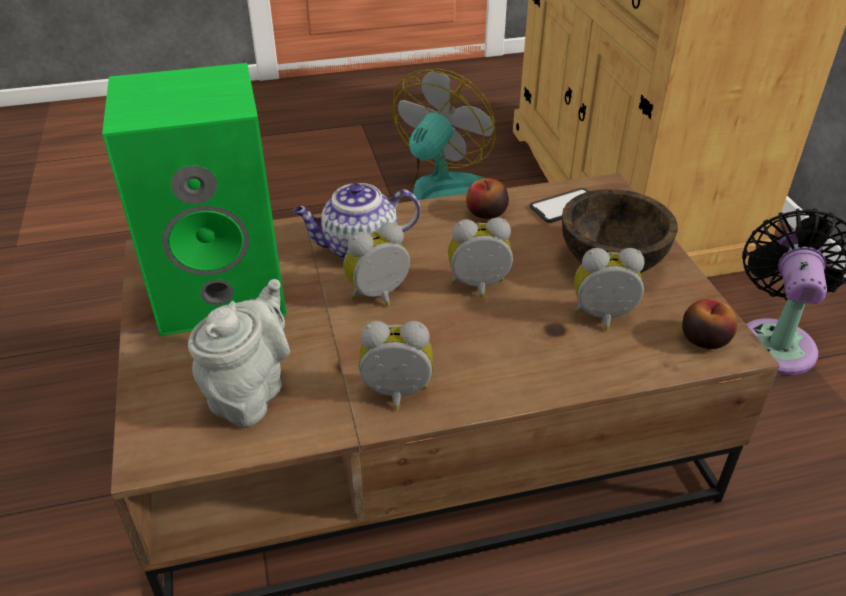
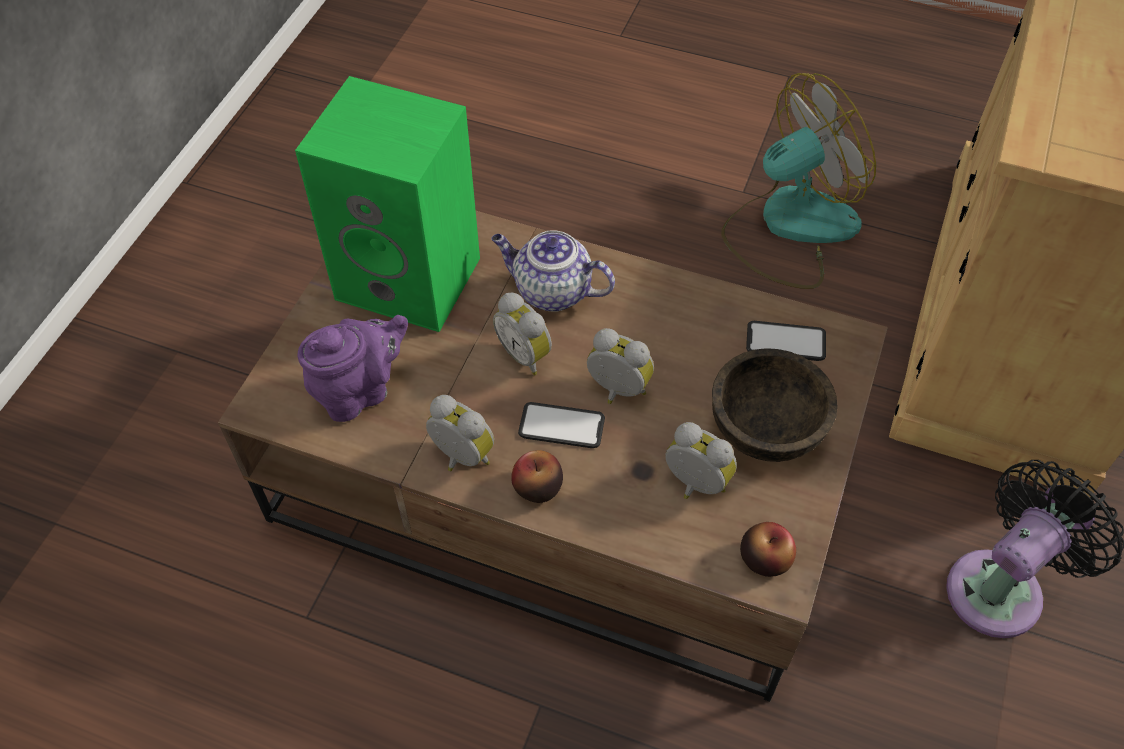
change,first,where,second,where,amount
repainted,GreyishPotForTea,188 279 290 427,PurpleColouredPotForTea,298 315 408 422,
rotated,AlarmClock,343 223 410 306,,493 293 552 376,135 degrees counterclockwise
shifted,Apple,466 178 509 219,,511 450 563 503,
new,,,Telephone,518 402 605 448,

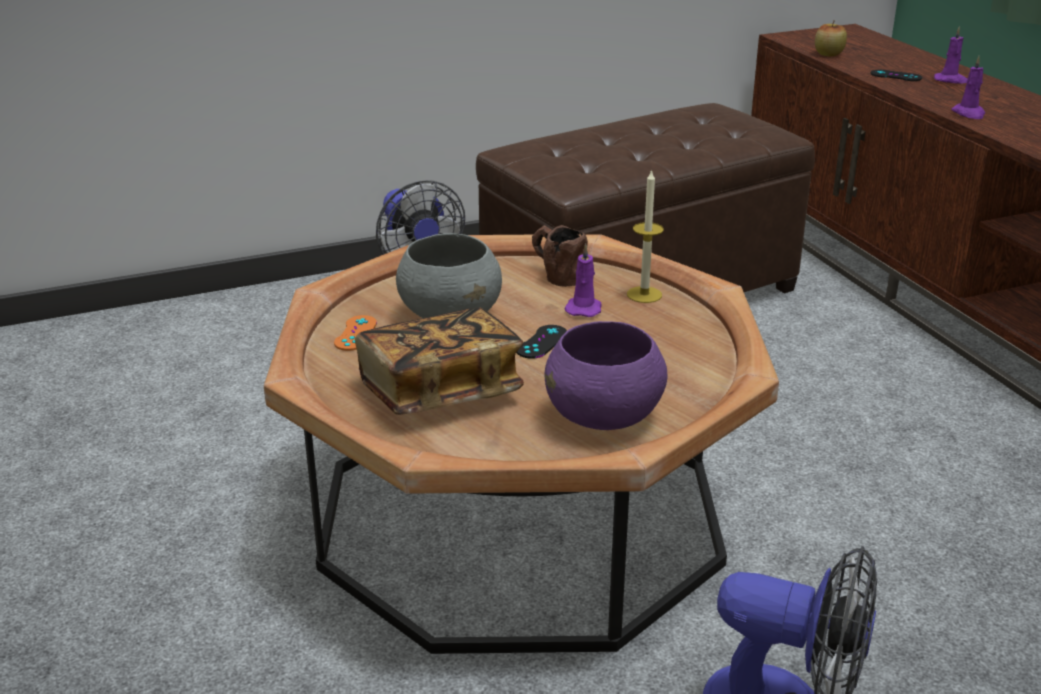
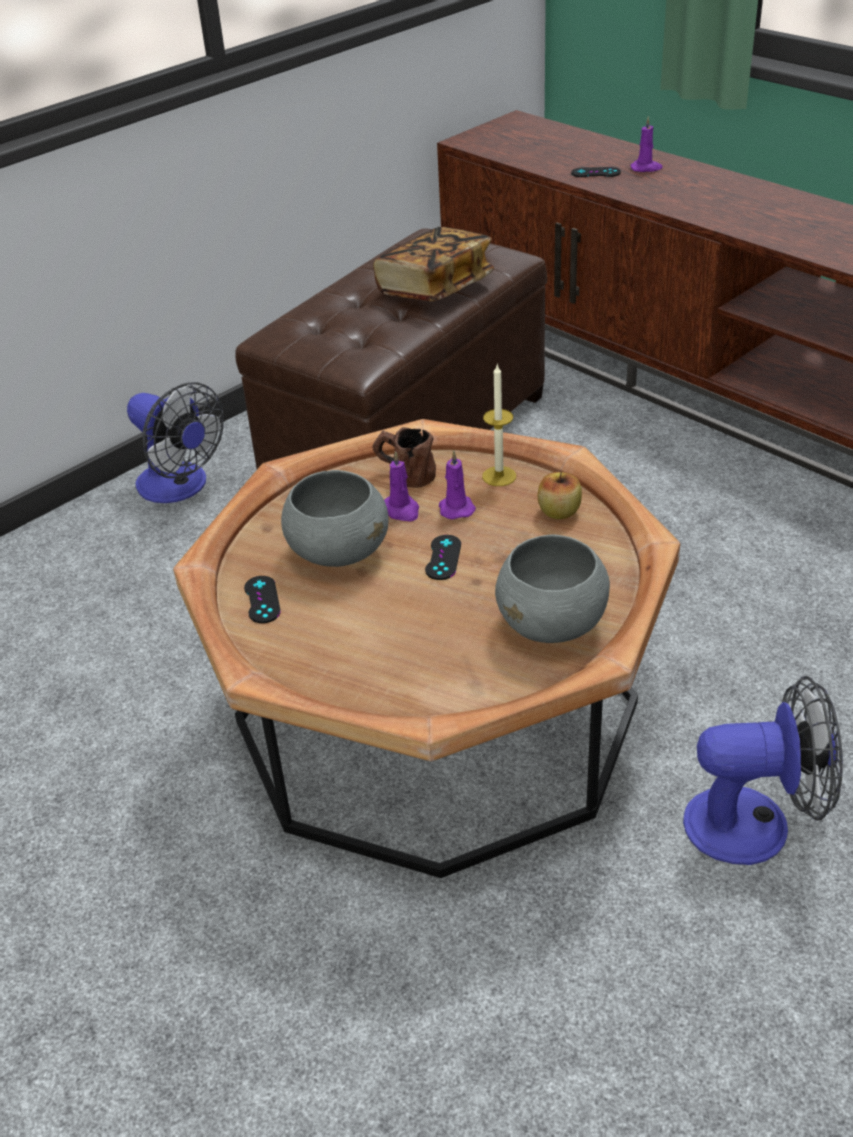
change,first,where,second,where,amount
repainted,OrangeGameController,334 315 377 351,BlackColouredGameController,244 576 281 623,
shifted,Volume,355 307 524 415,,373 227 494 302,
repainted,PurpleColouredDeepDish,545 321 667 430,GreyishDeepDish,495 534 610 643,
shifted,Apple,815 20 847 56,,538 472 582 519,
shifted,PurpleColouredCandle,951 56 985 119,,384 451 419 521,

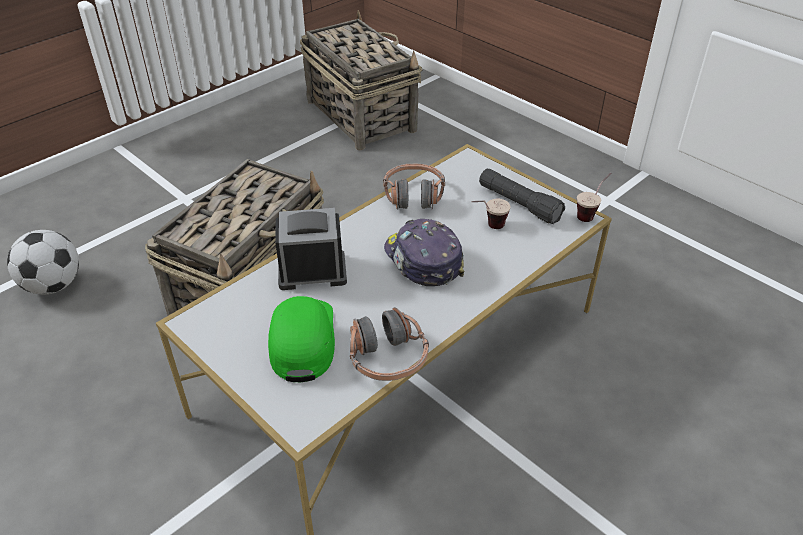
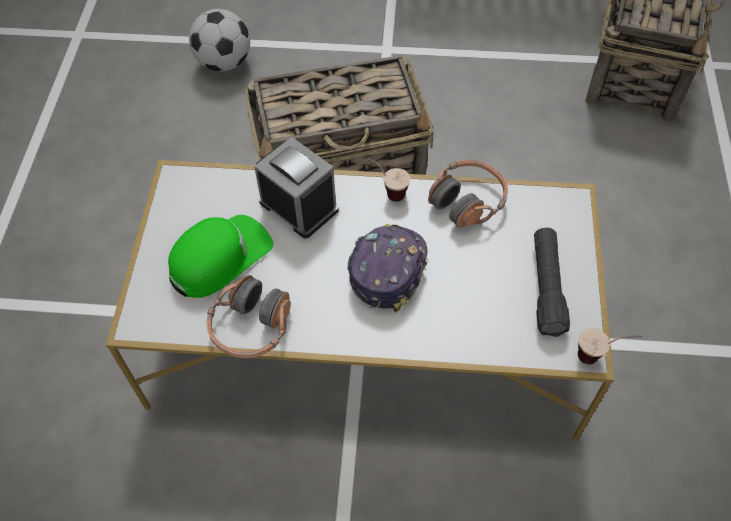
change,first,where,second,where,amount
shifted,Cup,471 199 511 229,,363 156 410 202,

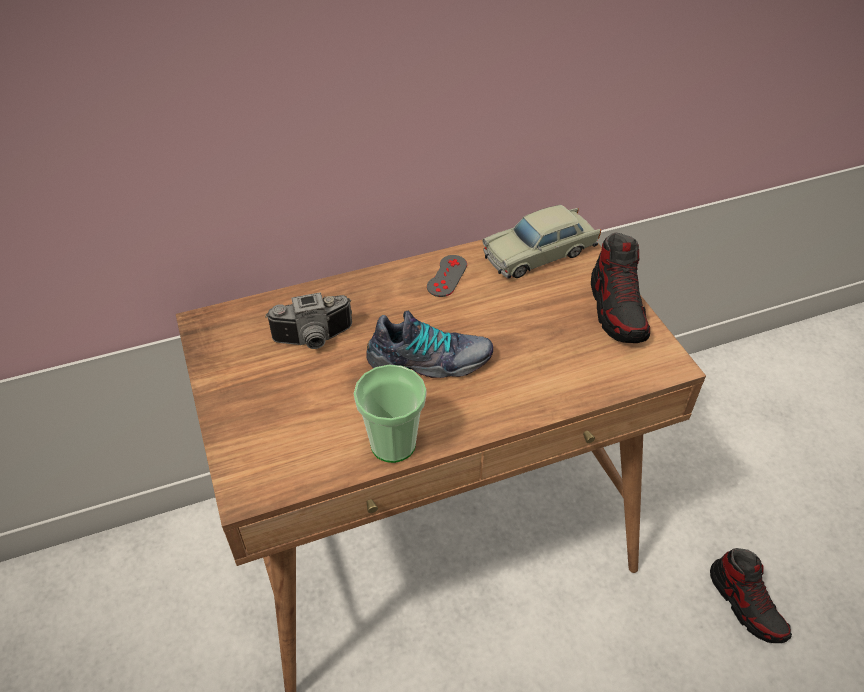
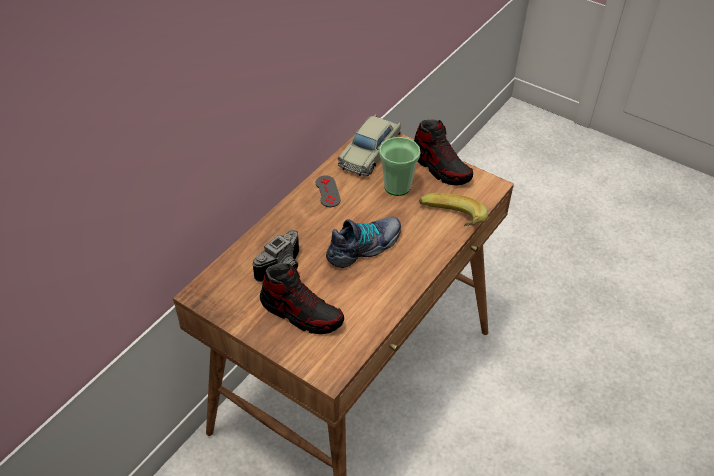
change,first,where,second,where,amount
shifted,Cup,354 365 427 463,,379 137 420 196,
shifted,ItemOfFootwear,710 548 792 643,,260 263 344 334,
new,,,Banana,419 193 488 226,

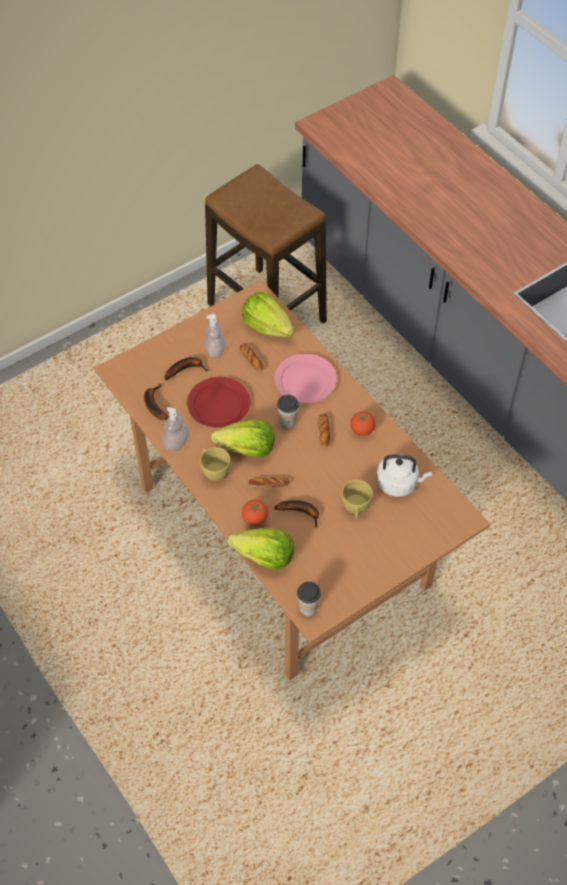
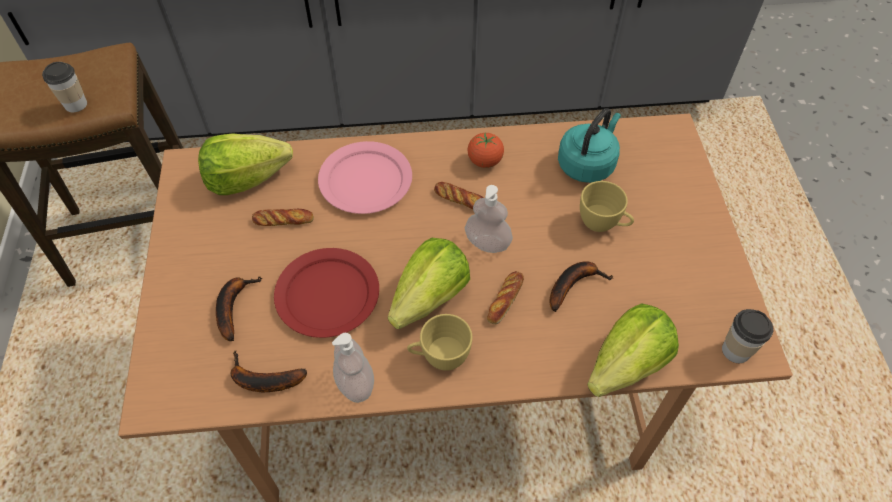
change,first,where,second,where,amount
shifted,SoapBottle,204 314 225 358,,465 185 513 253,
gone,FreshTomato,242 500 268 525,,,
shifted,Cup,277 395 299 428,,42 62 87 112,
repainted,WhiteWaterKettle,376 454 432 497,TurquoiseWaterKettle,558 108 621 183,

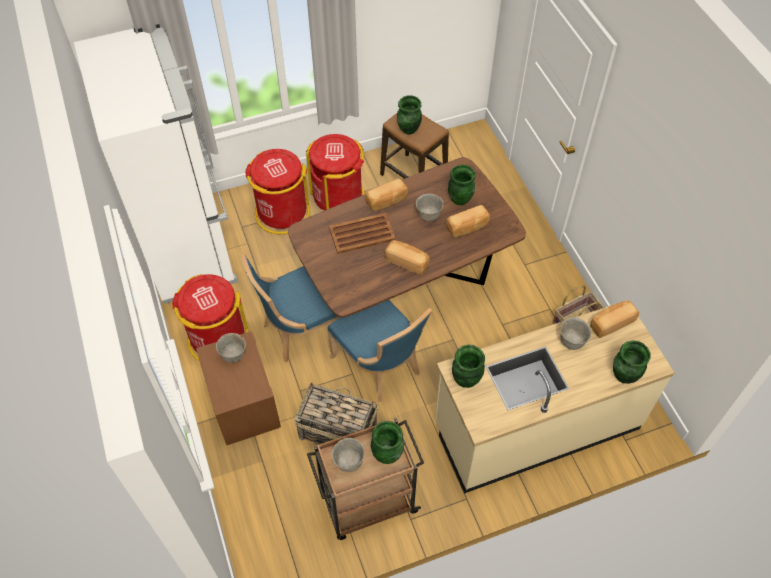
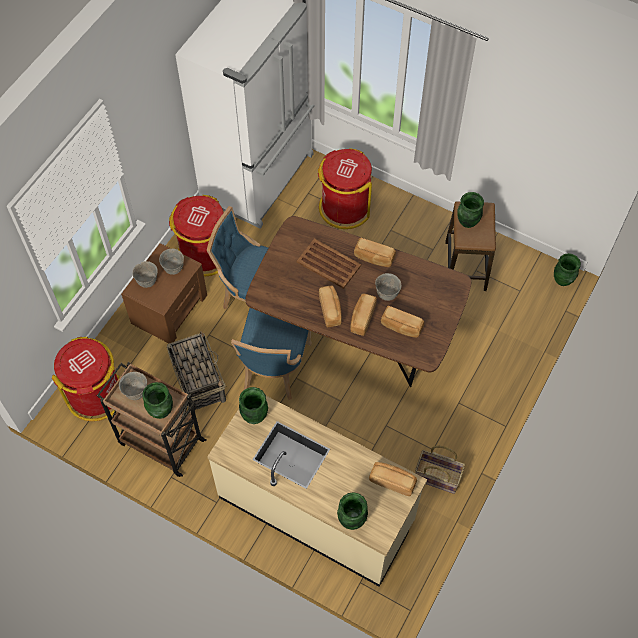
change,first,where,second,where,amount
shifted,RedColouredTrashCan,306 134 365 211,,52 337 120 421,
shifted,GreenDecorativeVase,448 165 476 205,,554 253 581 286,
shifted,GreyishDeepDish,560 317 591 350,,132 261 158 288,
new,,,Bread,350 294 377 336,

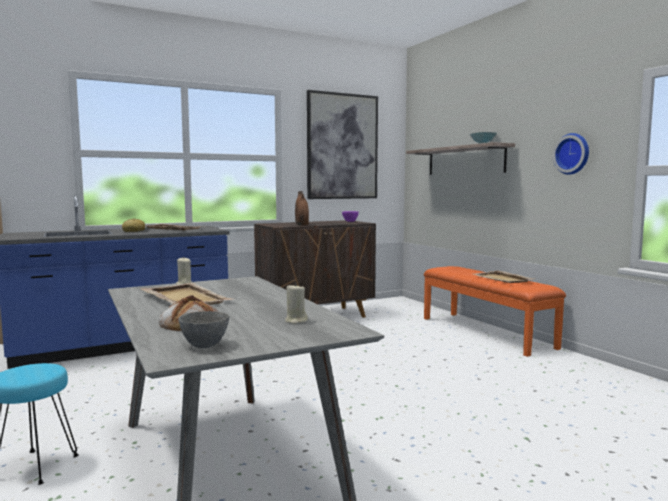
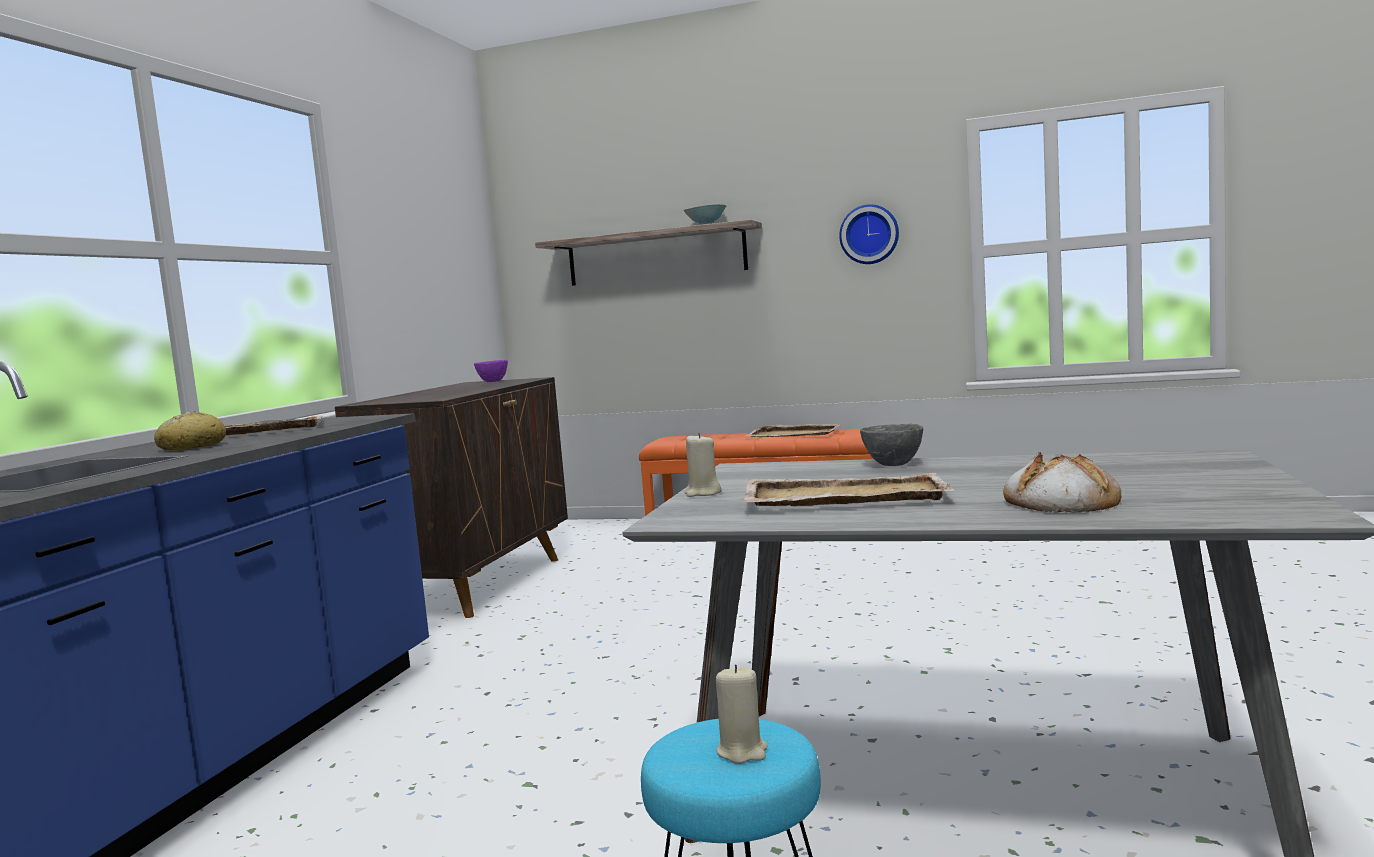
change,first,where,second,where,amount
shifted,GreyishDeepDish,178 311 229 348,,860 424 923 466,
shifted,SandColouredCandle,285 283 308 324,,716 664 768 764,
gone,BrownDecorativeVase,295 191 309 225,,,
gone,WallPicture,307 90 378 199,,,

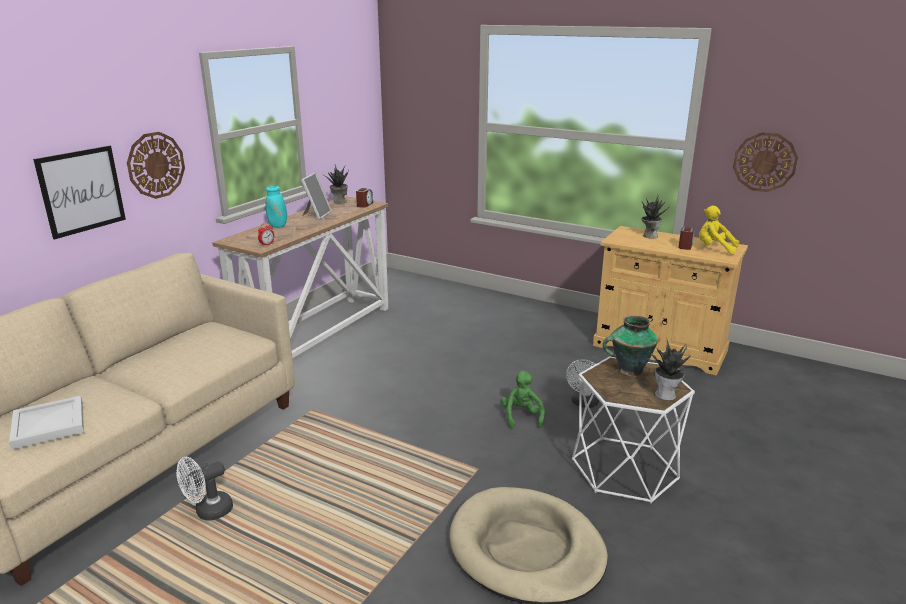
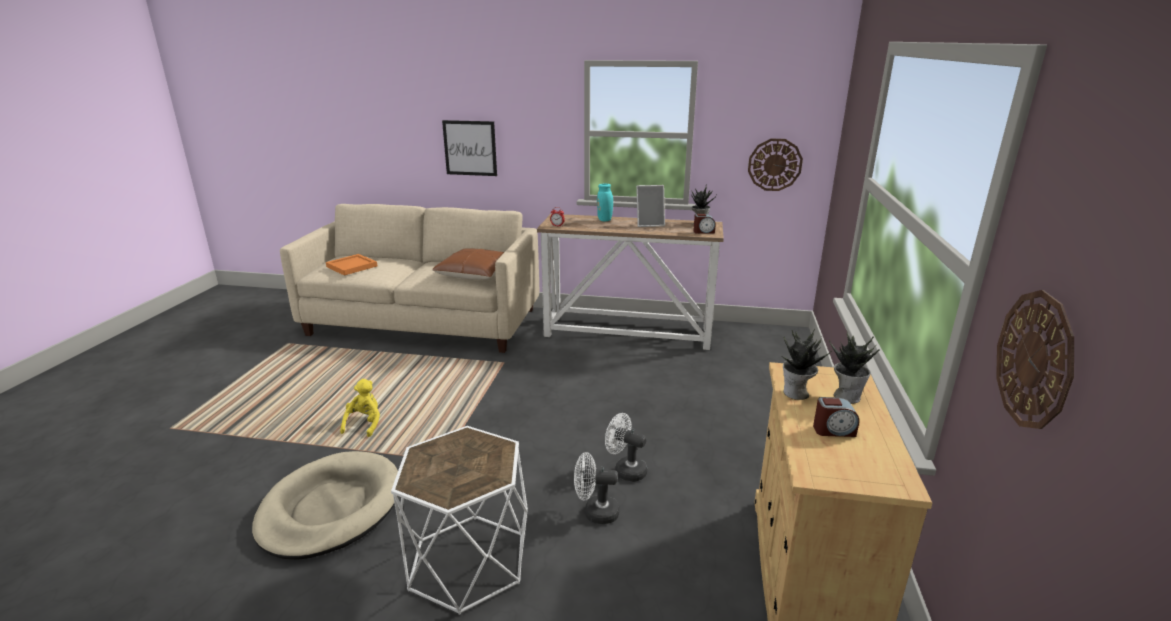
change,first,where,second,where,amount
repainted,WhiteCarryingTray,9 396 84 450,OrangeCarryingTray,326 254 377 275,
shifted,ClockOnTheWall,127 132 185 199,,748 139 803 191,
shifted,WhiteCoolingFan,176 457 233 521,,605 413 647 482,
gone,GreenPlushToy,500 371 545 428,,,
gone,DecorativeVase,603 315 658 376,,,
shifted,PlantInAPot,649 337 691 400,,783 328 832 400,
shifted,YellowPlushToy,699 206 739 254,,340 379 380 437,
new,,,BrownCushion,432 248 504 280,

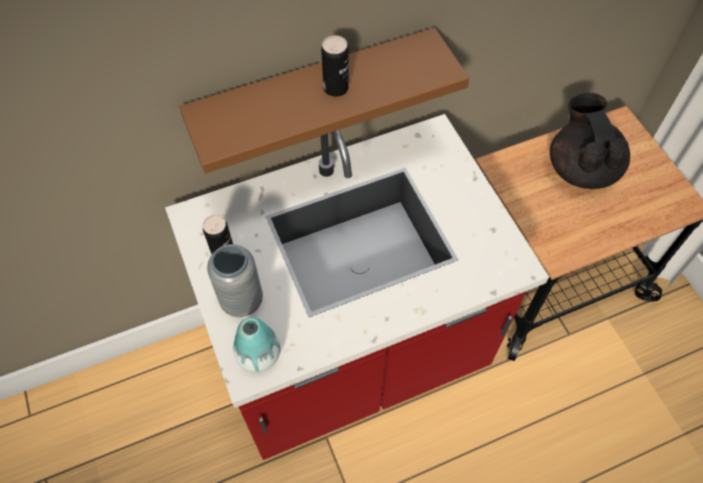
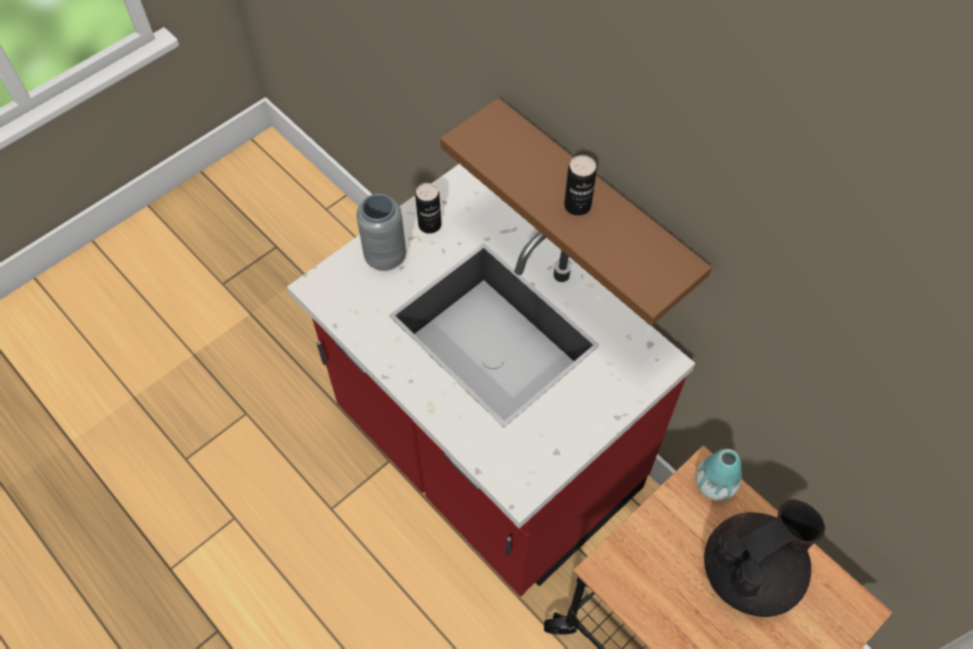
change,first,where,second,where,amount
shifted,DecorativeVase,233 317 280 372,,696 449 742 500,

